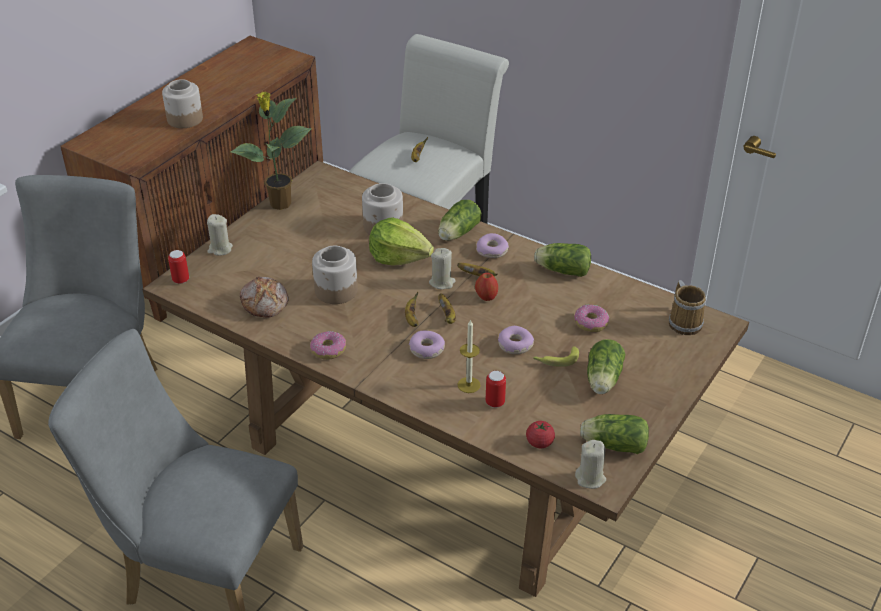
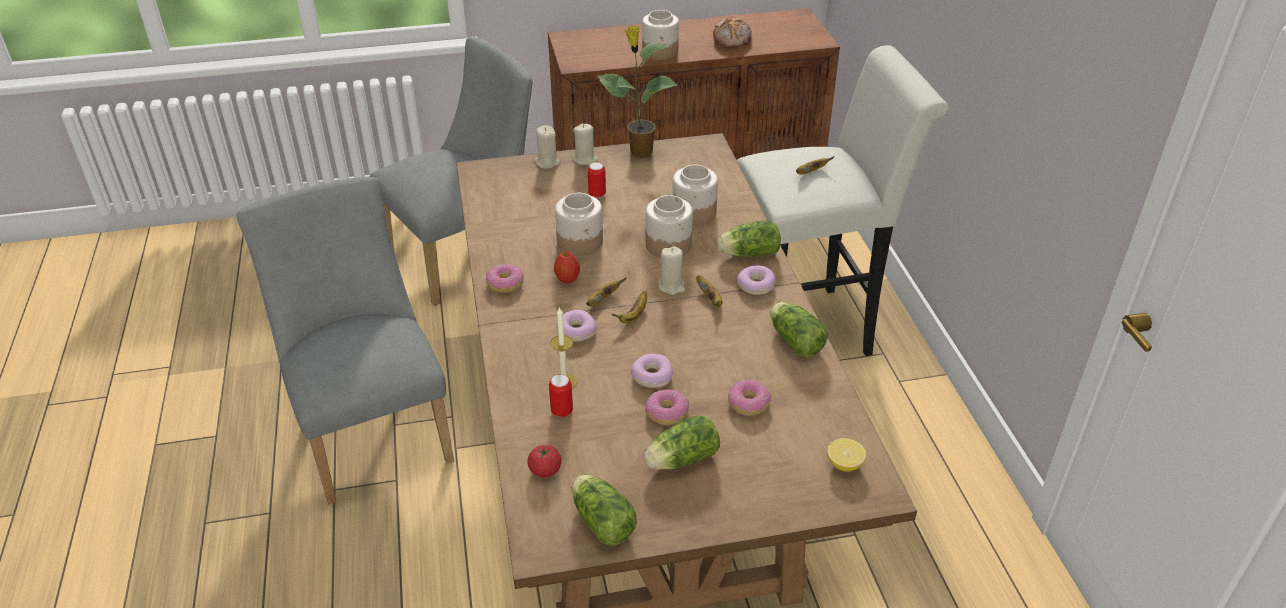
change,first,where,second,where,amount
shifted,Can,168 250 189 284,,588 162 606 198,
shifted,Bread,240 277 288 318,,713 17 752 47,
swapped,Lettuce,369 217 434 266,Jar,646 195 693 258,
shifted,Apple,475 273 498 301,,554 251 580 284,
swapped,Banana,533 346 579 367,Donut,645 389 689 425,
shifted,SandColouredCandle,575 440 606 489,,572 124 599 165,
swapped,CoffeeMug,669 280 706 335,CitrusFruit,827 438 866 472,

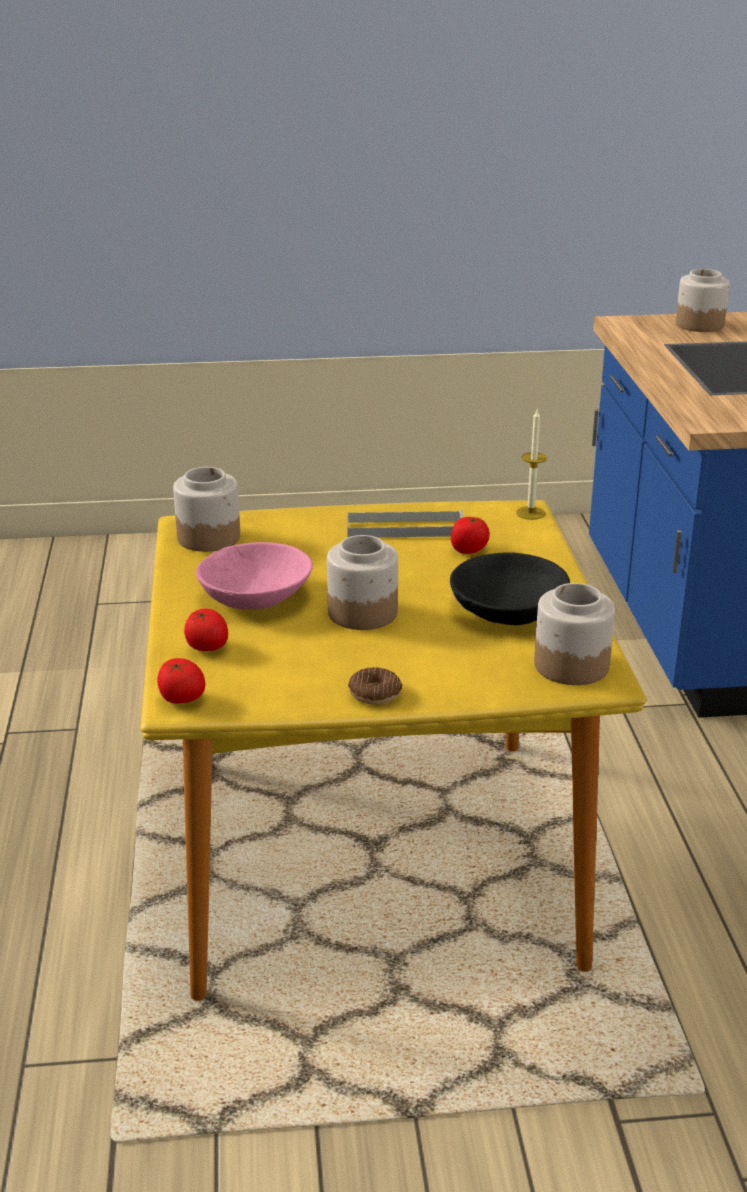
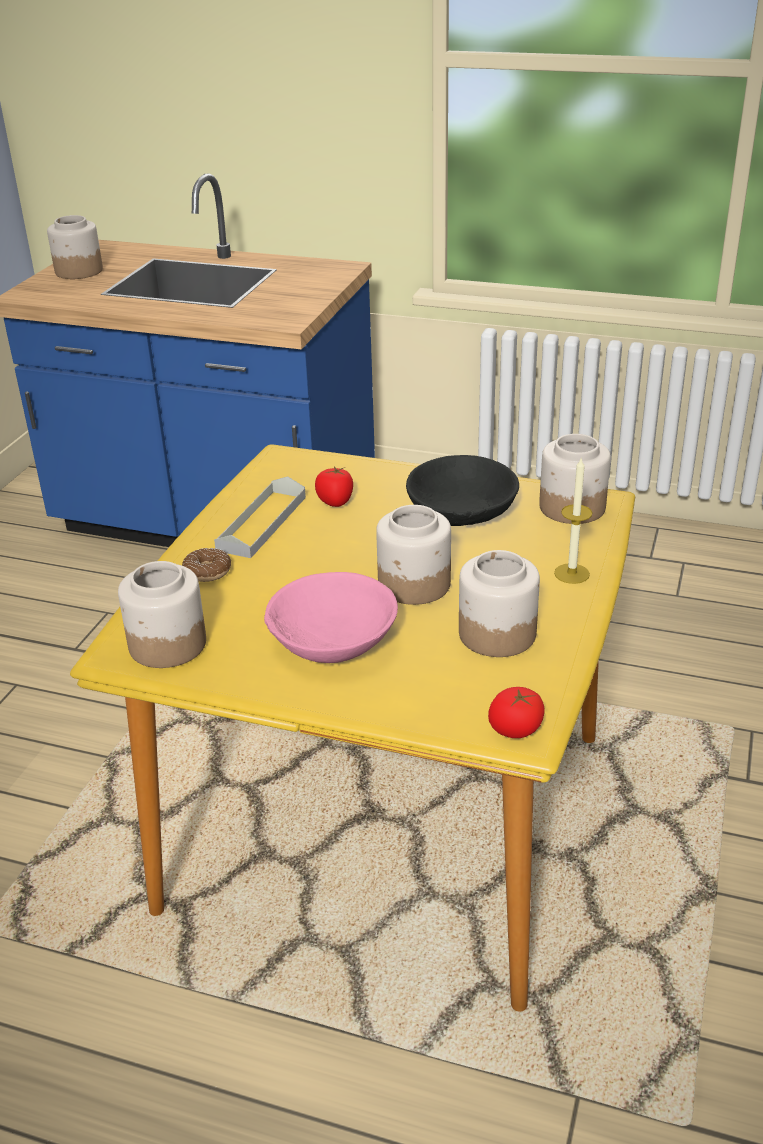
change,first,where,second,where,amount
gone,FreshTomato,184 609 228 651,,,
shifted,Donut,348 667 402 705,,182 548 231 582,
shifted,Candle,516 410 547 520,,554 458 593 584,
new,,,Jar,459 550 540 657,

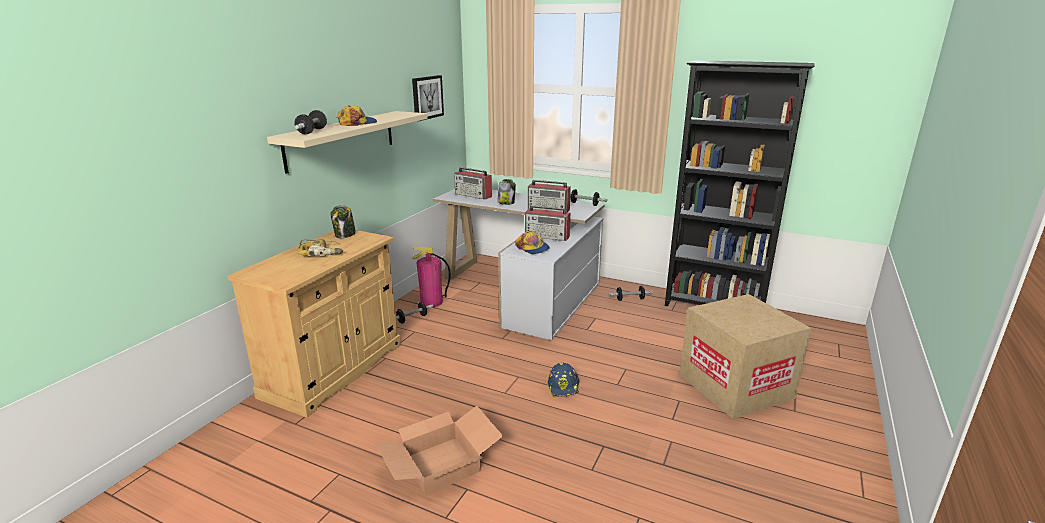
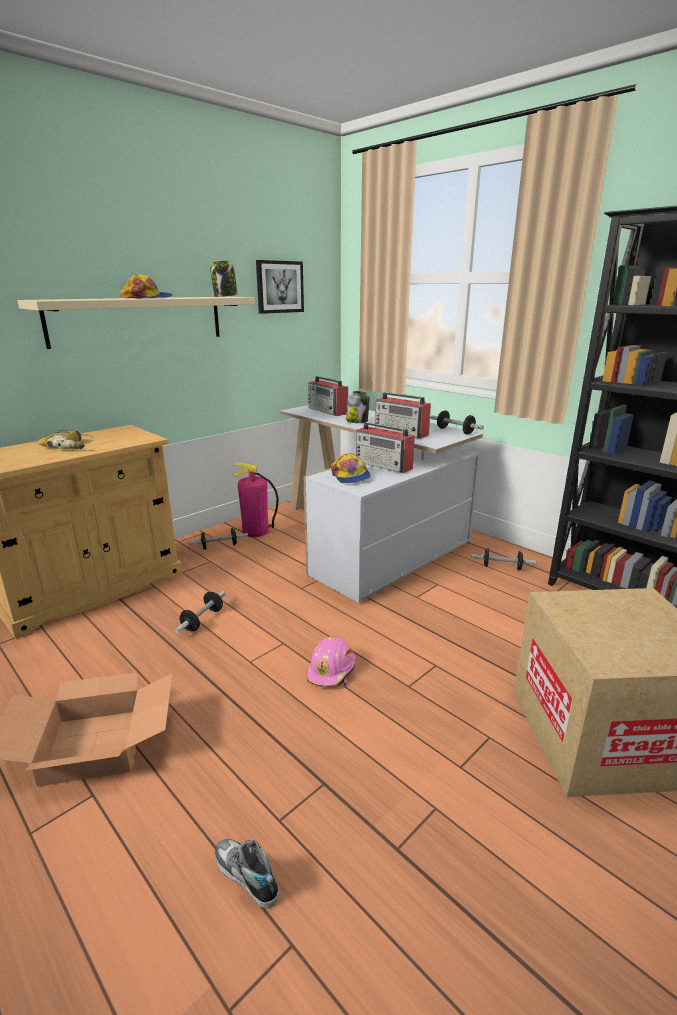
change,first,where,second,where,amount
shifted,Dumbbell,295 110 327 135,,175 591 226 633,
shifted,Jar,330 205 356 238,,210 261 238 297,
repainted,BluishWorkHelmet,548 362 579 397,PinkColouredWorkHelmet,307 636 355 687,
new,,,ItemOfFootwear,215 839 279 909,

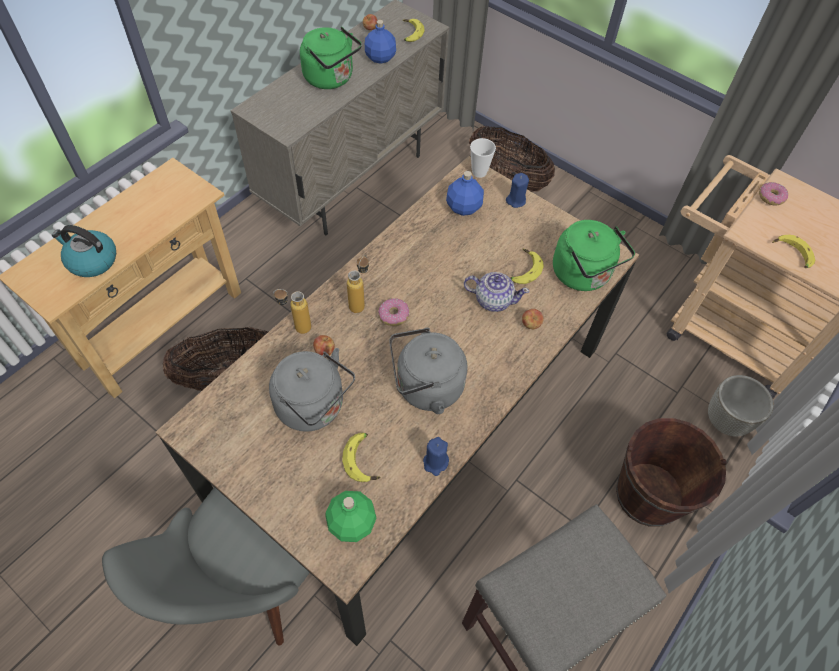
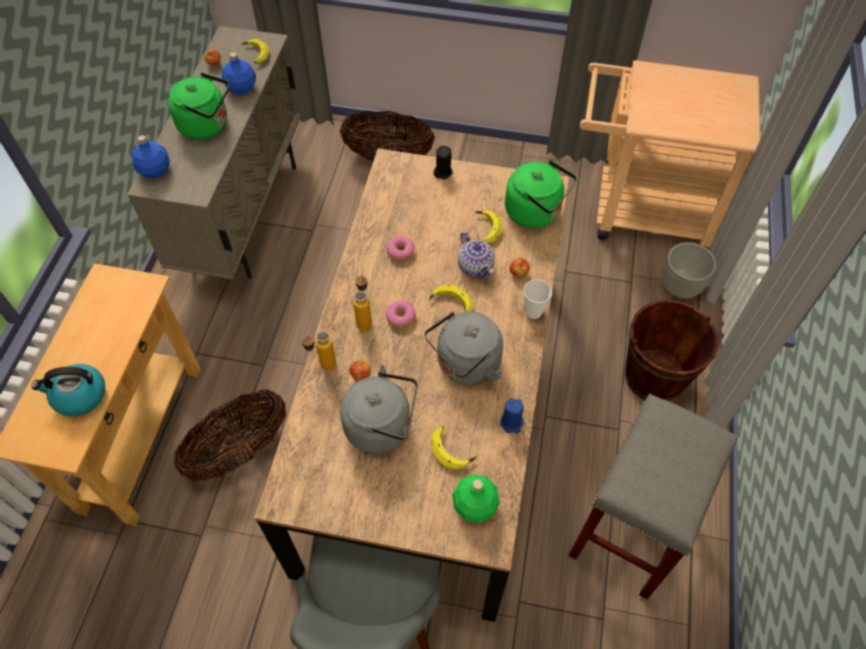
change,first,where,second,where,amount
shifted,BluishBottle,446 171 484 216,,131 135 170 178,
rotated,PotForTea,464 272 530 312,,458 232 495 279,75 degrees clockwise
shifted,Cup,470 138 496 178,,523 280 552 319,
repainted,BluishCandle,506 173 529 208,BlackColouredCandle,434 146 453 179,
shifted,Donut,759 182 788 205,,387 236 415 261,
shifted,Banana,772 235 815 268,,429 285 473 312,

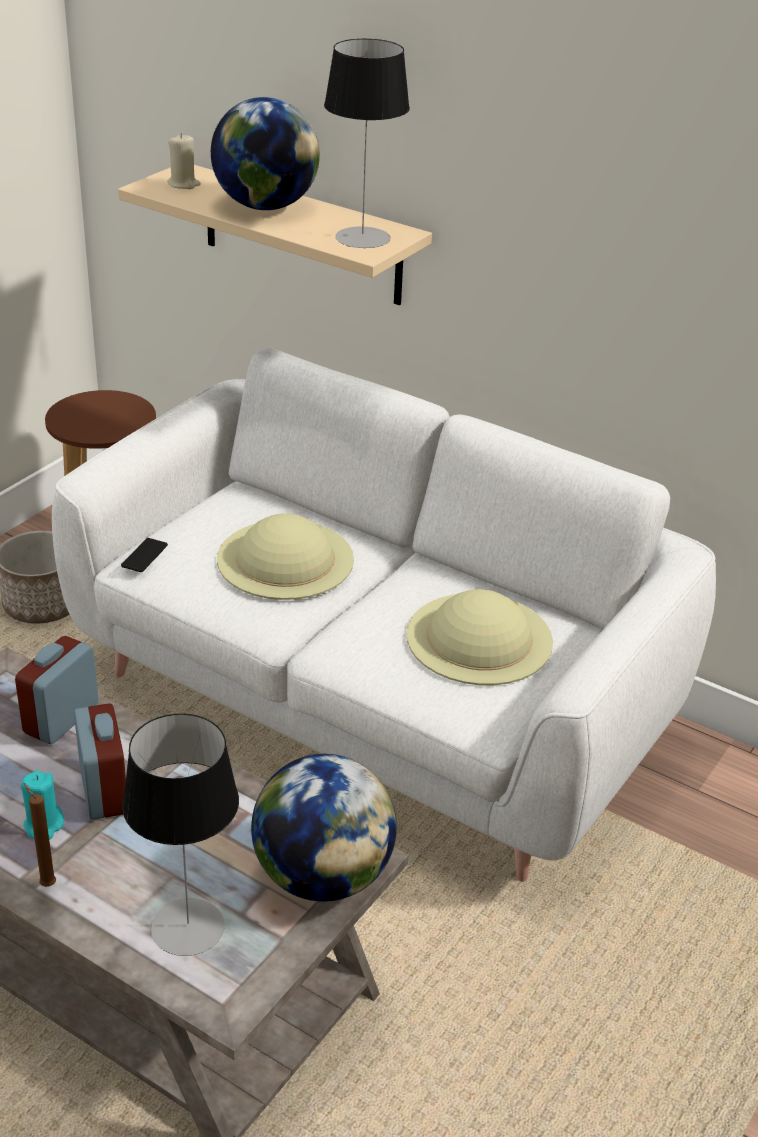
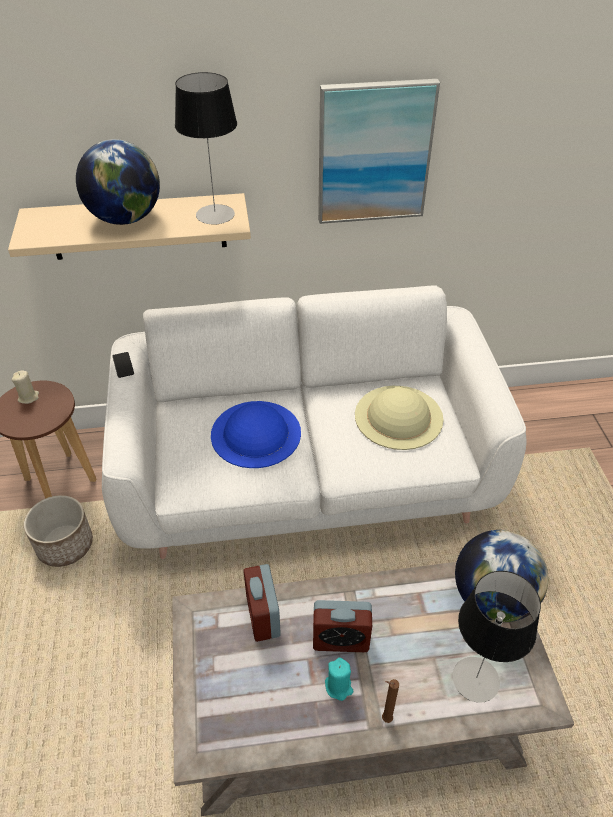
change,first,where,second,where,amount
rotated,AlarmClock,74 703 126 820,,313 600 372 652,150 degrees clockwise
shifted,Telephone,121 538 168 572,,112 352 134 378,
shifted,SandColouredCandle,167 133 201 189,,12 370 39 404,
repainted,SandColouredWearableHat,217 513 354 600,BluishWearableHat,211 401 301 468,
new,,,WallPicture,318 79 440 224,

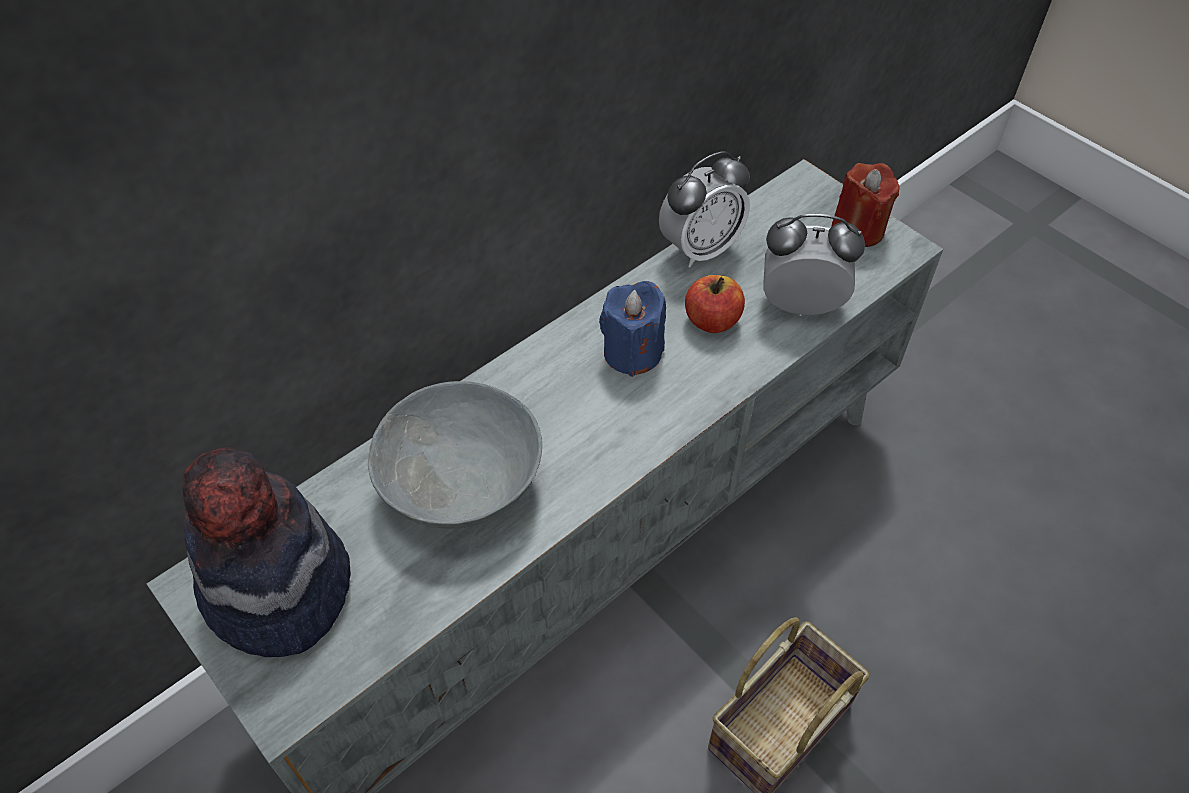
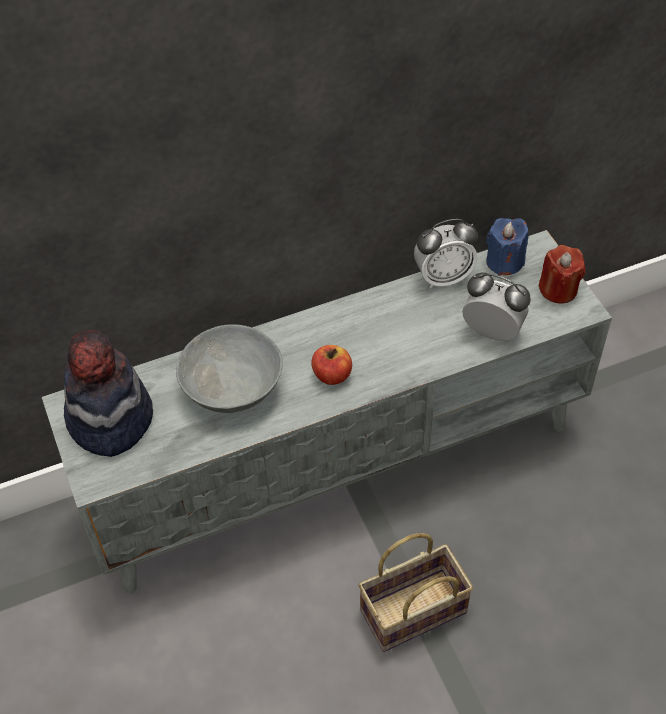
change,first,where,second,where,amount
shifted,BluishCandle,599 281 666 377,,486 218 528 276,
shifted,Apple,685 275 745 333,,311 345 352 385,

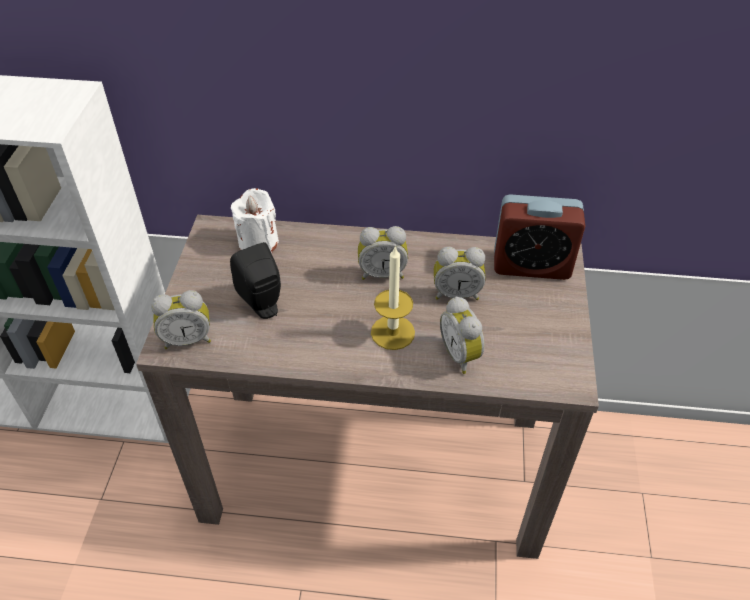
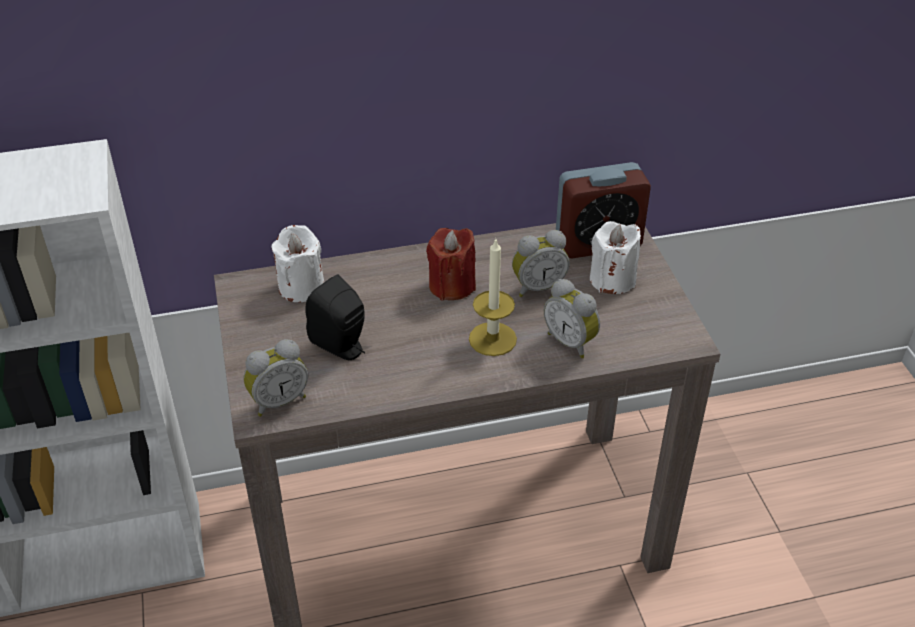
change,first,where,second,where,amount
swapped,AlarmClock,358 226 408 280,RedColouredCandle,426 228 476 300,
new,,,WhiteCandle,590 221 641 294,

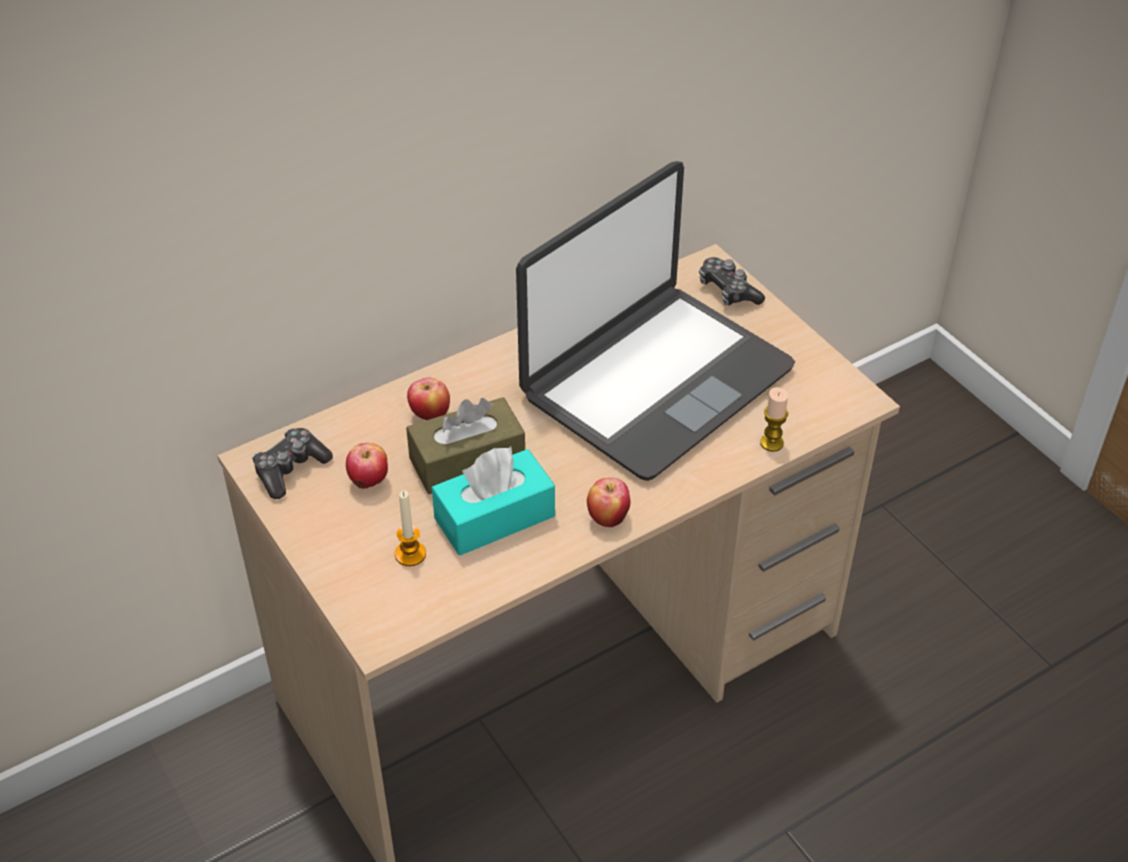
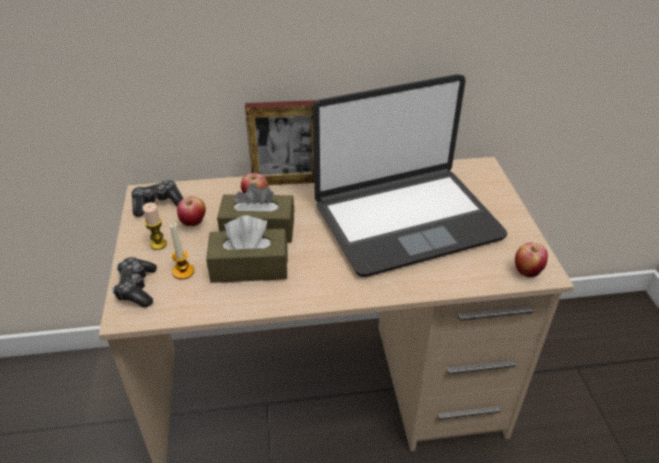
change,first,where,second,where,amount
repainted,TurquoiseBoxOfTissues,432 447 555 556,BrownBoxOfTissues,206 215 288 283,
shifted,Apple,587 478 631 527,,515 243 548 278,
shifted,GameController,699 257 765 306,,112 257 157 308,
shifted,Candle,760 387 788 452,,143 202 167 250,
new,,,PictureFrame,245 100 317 185,

